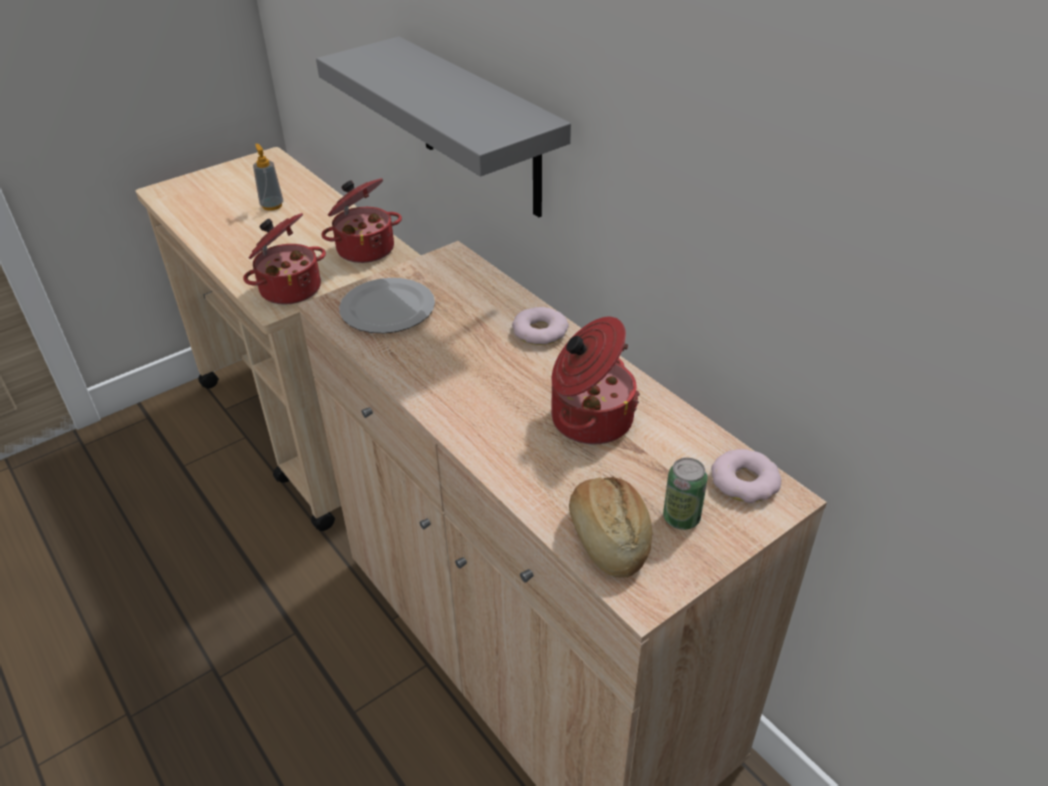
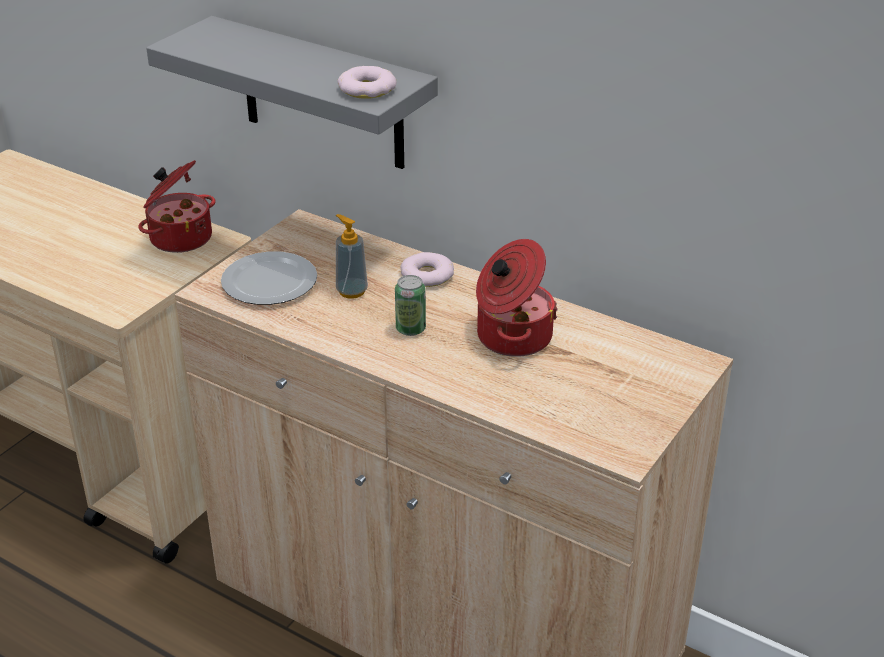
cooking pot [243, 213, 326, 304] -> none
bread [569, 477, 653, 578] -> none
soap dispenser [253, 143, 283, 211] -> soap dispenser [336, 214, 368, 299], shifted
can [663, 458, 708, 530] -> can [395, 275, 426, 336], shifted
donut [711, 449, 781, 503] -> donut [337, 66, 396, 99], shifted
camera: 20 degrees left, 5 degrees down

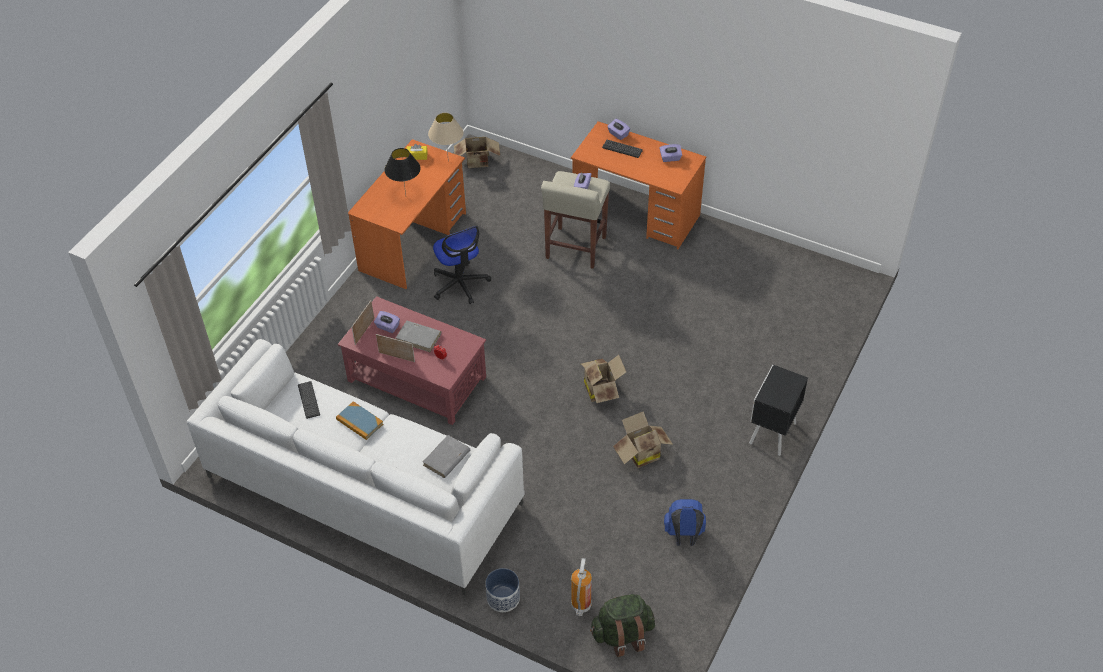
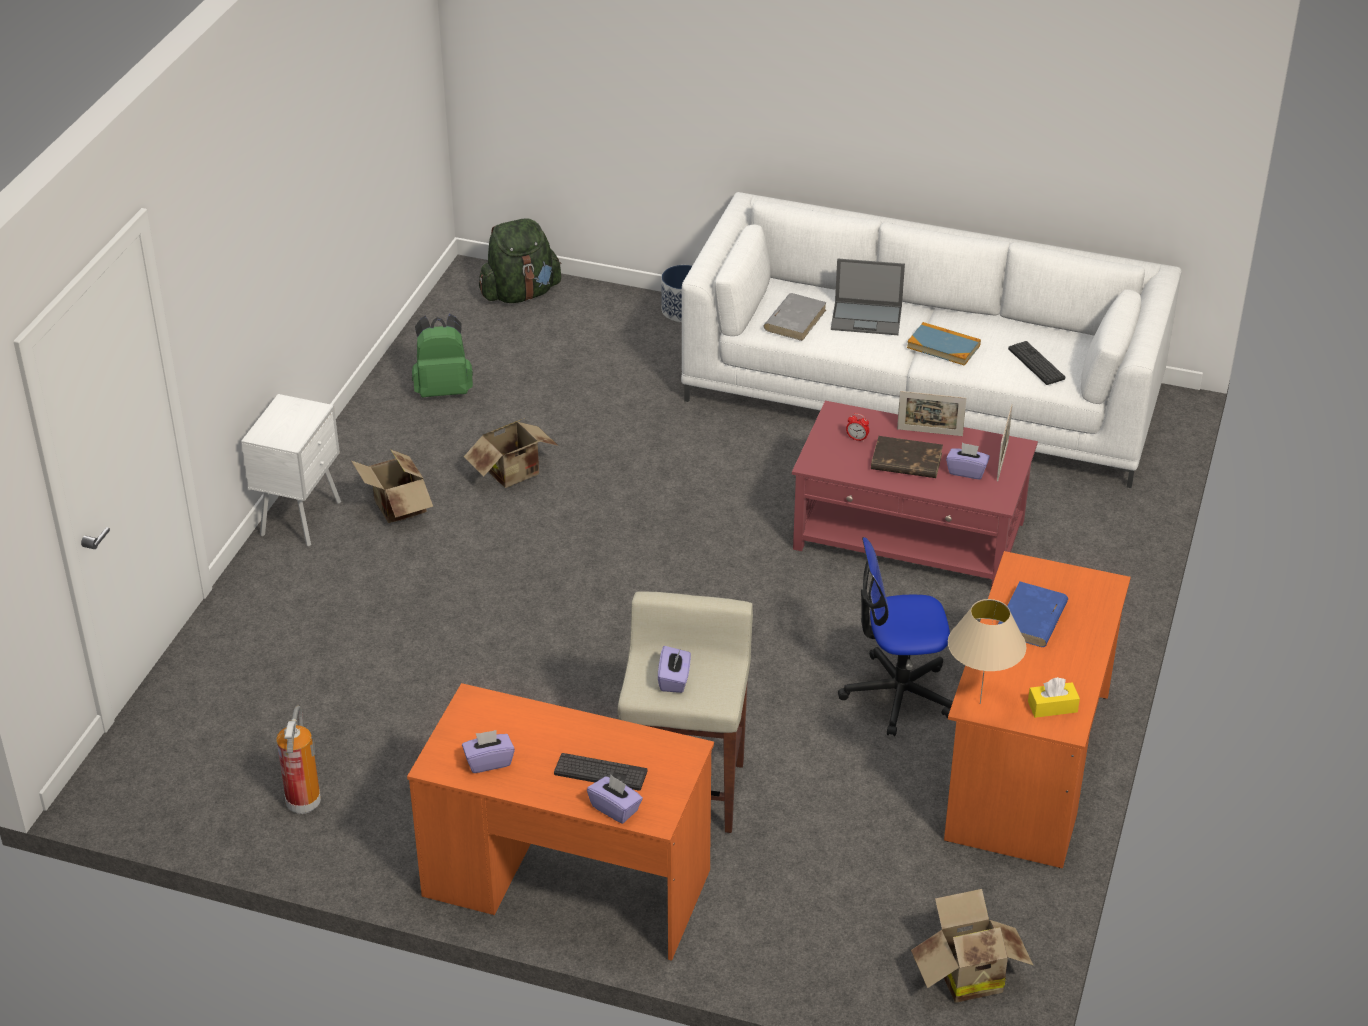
none -> laptop [831, 258, 905, 335]
fire extinguisher [571, 558, 592, 616] -> fire extinguisher [276, 705, 321, 814], shifted
cardboard box [581, 355, 626, 403] -> cardboard box [352, 449, 433, 523], shifted
black table lamp [384, 148, 421, 195] -> blue book [998, 582, 1068, 647]
grey book [396, 321, 441, 352] -> brown book [871, 436, 943, 478]
blue backpack [664, 499, 706, 546] -> green backpack [412, 314, 473, 397]
black nightstand [749, 365, 808, 456] -> white nightstand [241, 394, 341, 547]
office chair [433, 226, 491, 304] -> office chair [838, 537, 953, 736], 60 degrees counterclockwise
camera: 170 degrees right, 10 degrees down

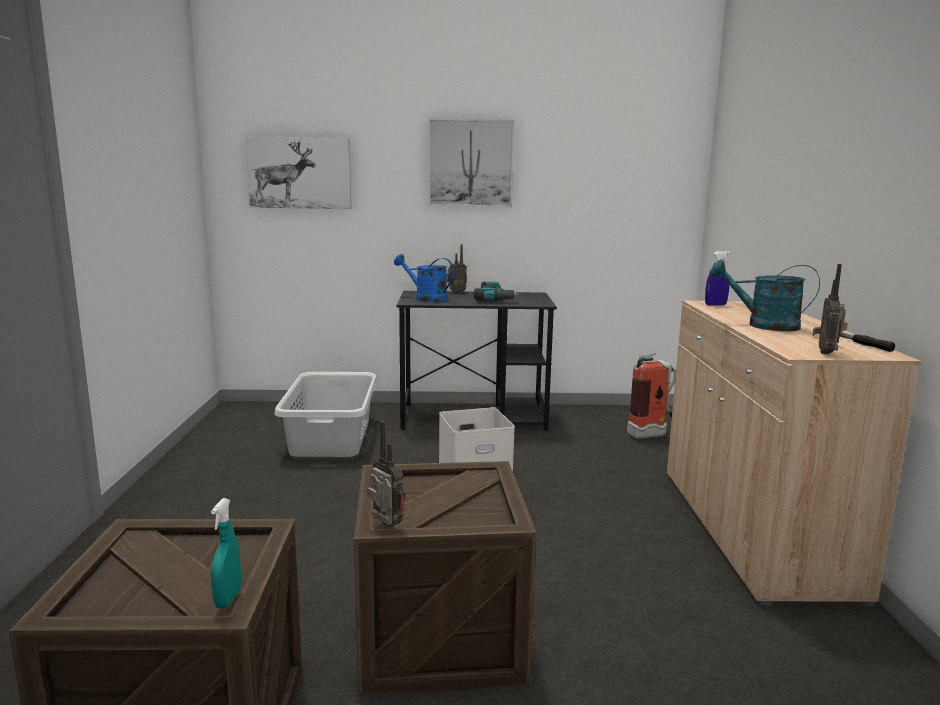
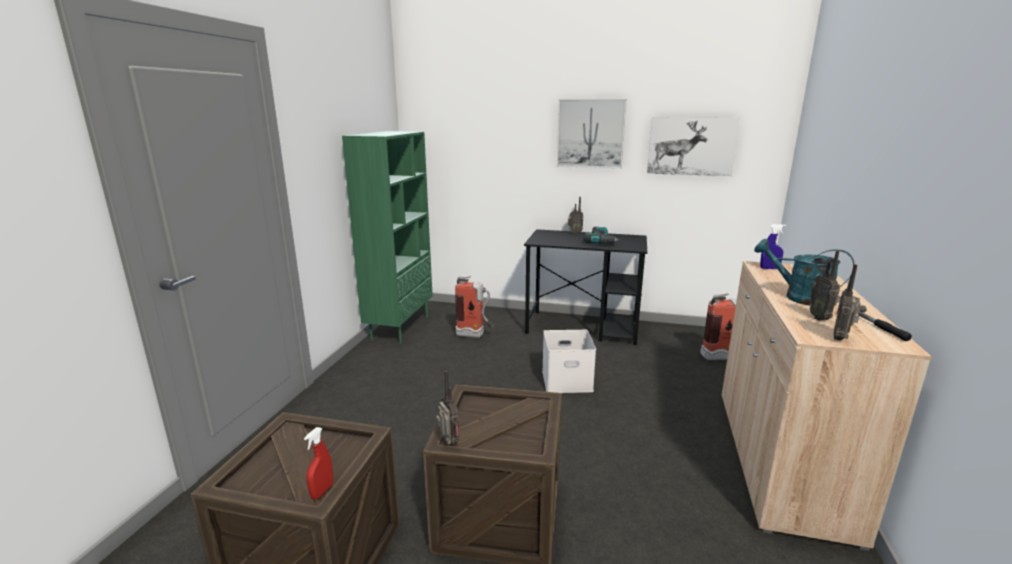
blue watering can [394, 254, 454, 302] -> none
none -> green bookcase [342, 131, 433, 344]
none -> radio [810, 251, 840, 320]
picture [246, 136, 351, 209] -> picture [647, 117, 740, 176], shifted
grey laundry basket [274, 372, 377, 457] -> fire extinguisher [455, 276, 494, 338]
turquoise spray bottle [211, 498, 242, 608] -> red spray bottle [304, 427, 333, 500]
camera: 15 degrees right, 5 degrees up

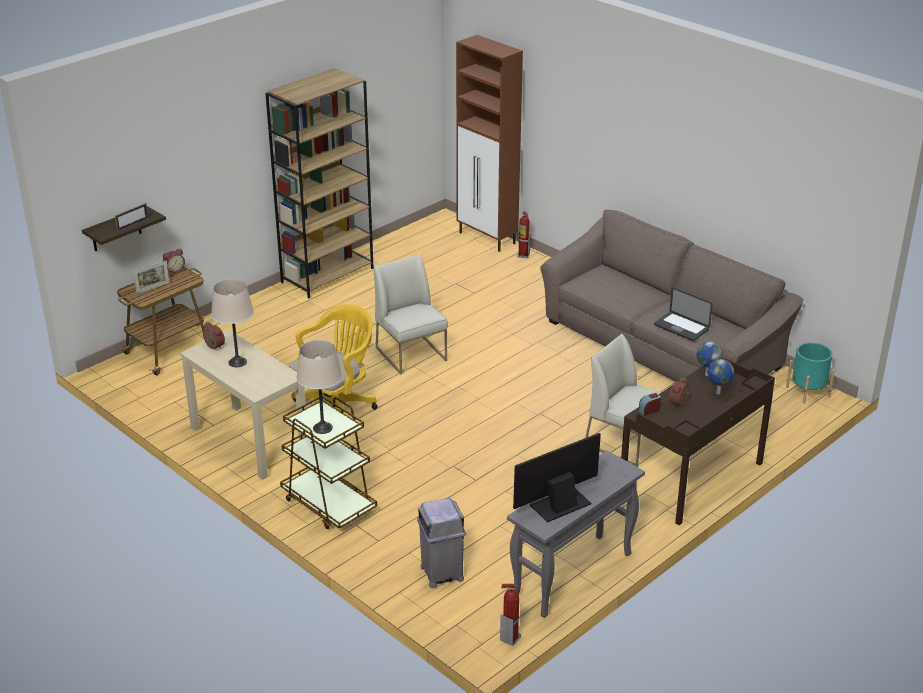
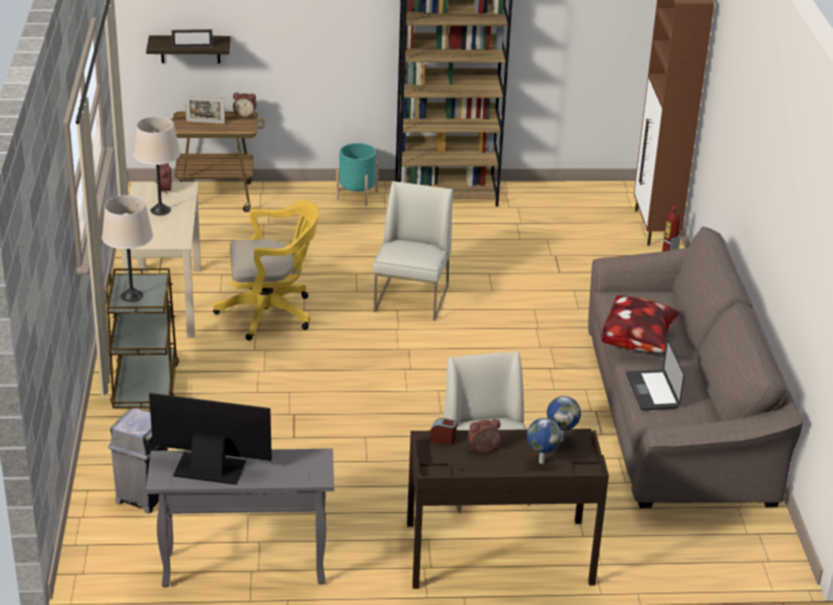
fire extinguisher [500, 583, 521, 646] -> none
none -> pillow [601, 295, 680, 353]
turquoise planter [786, 342, 835, 404] -> turquoise planter [336, 143, 379, 206], shifted
camera: 40 degrees right, 0 degrees up

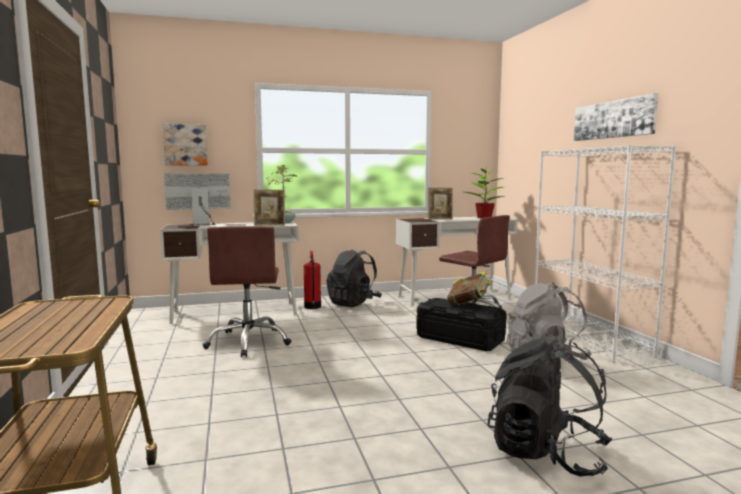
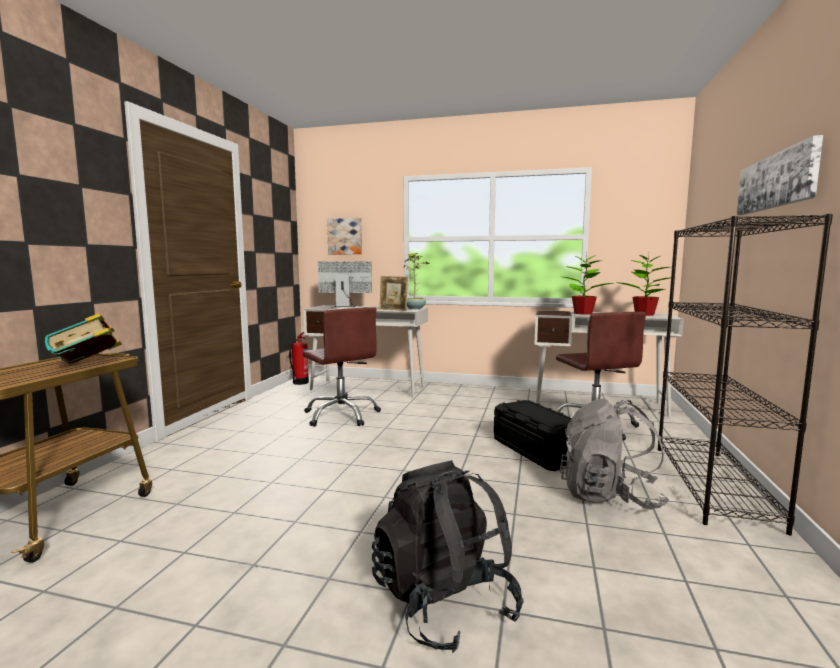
black backpack [326, 249, 382, 307] -> none
fire extinguisher [304, 251, 321, 309] -> fire extinguisher [289, 332, 309, 385], shifted
book [447, 271, 492, 306] -> book [45, 313, 122, 364], shifted
picture frame [428, 187, 453, 220] -> potted plant [564, 252, 613, 314]
white bookcase [534, 145, 676, 363] -> black bookcase [658, 214, 833, 536]
brown office chair [203, 226, 291, 357] -> brown office chair [303, 307, 381, 427], 60 degrees counterclockwise
camera: 30 degrees right, 0 degrees up

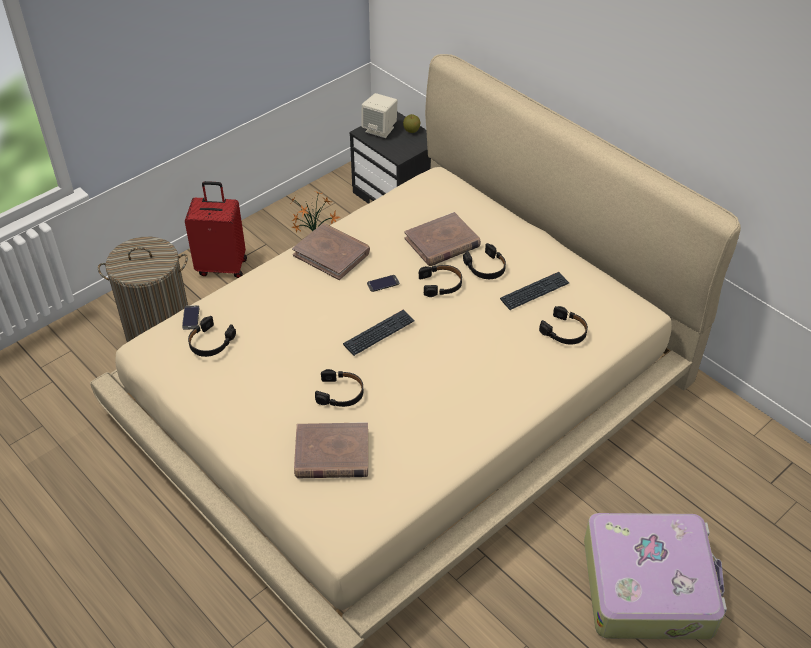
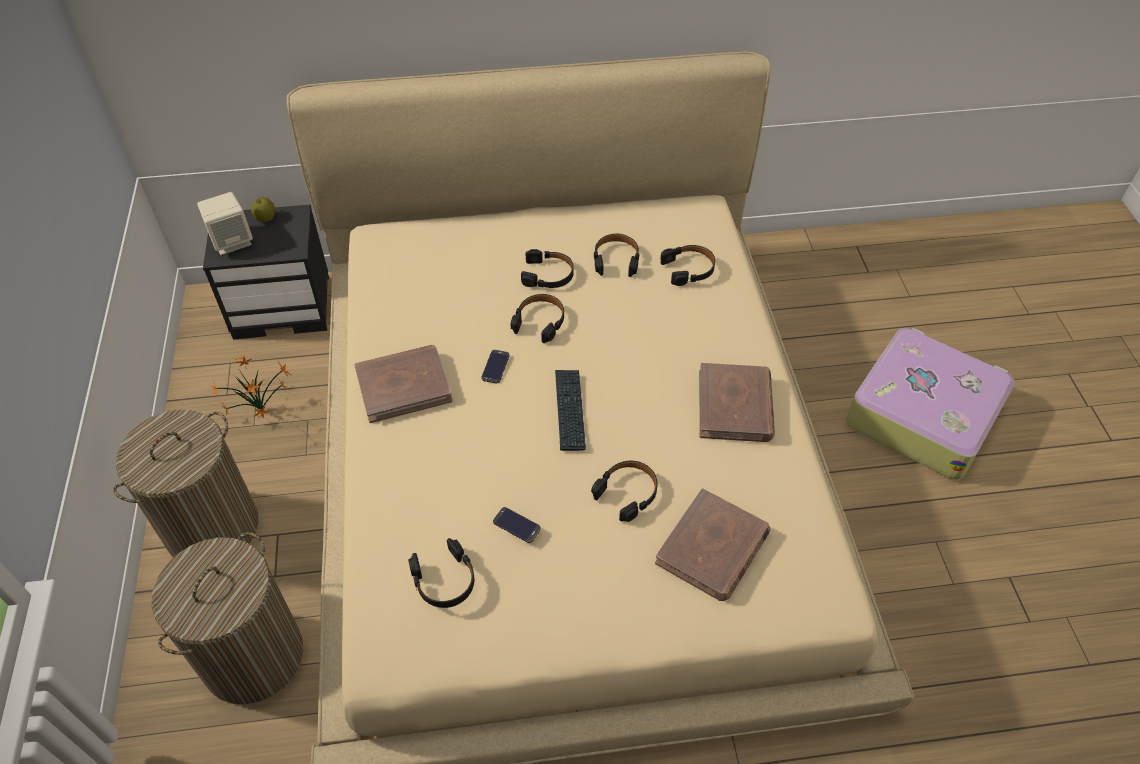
phone [182, 305, 199, 330] -> phone [493, 507, 541, 543], shifted
brown book [405, 212, 481, 266] -> brown book [699, 363, 775, 442], shifted
red suitcase [185, 181, 247, 278] -> laundry basket [113, 410, 259, 558]
keyboard [500, 272, 569, 310] -> black headphones [594, 234, 640, 277]
camera: 55 degrees left, 5 degrees up

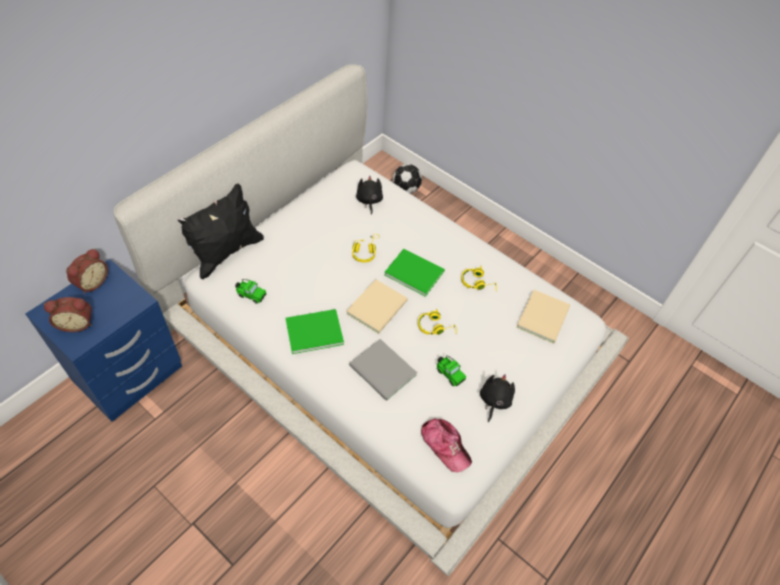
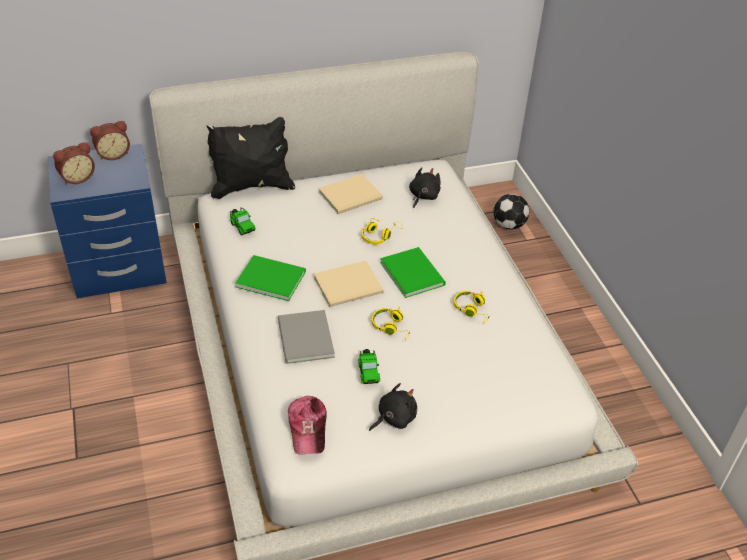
beige book [516, 290, 570, 343] -> beige book [318, 174, 383, 214], shifted
alarm clock [44, 297, 92, 332] -> alarm clock [53, 142, 95, 185], 60 degrees counterclockwise
camera: 35 degrees right, 10 degrees down

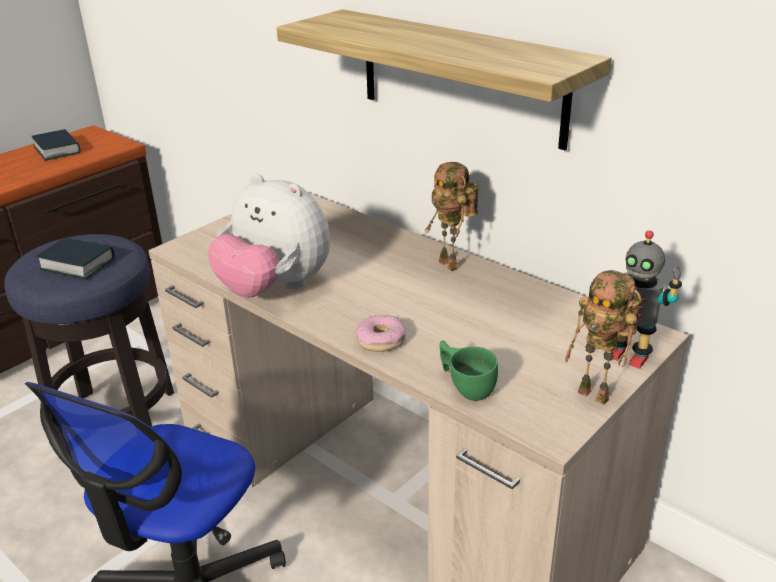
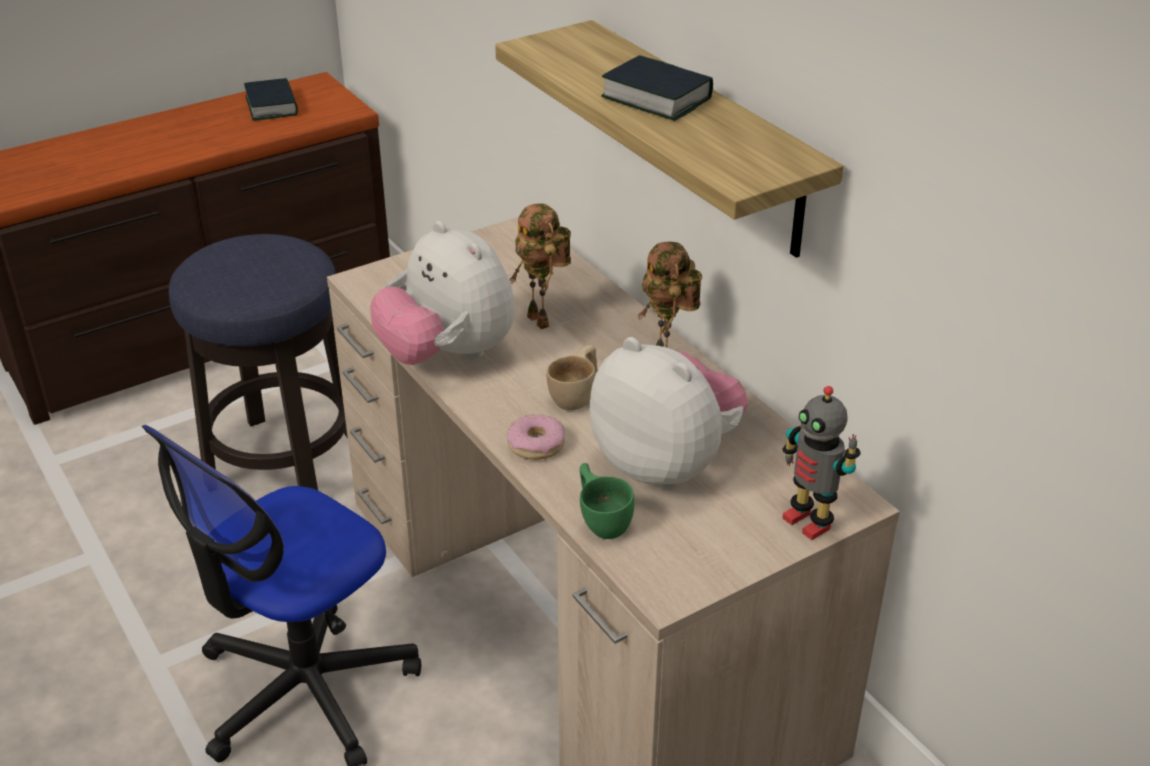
none -> beige cup [547, 345, 598, 410]
none -> plush toy [590, 337, 748, 490]
book [36, 237, 115, 279] -> book [601, 55, 713, 121], shifted
toy robot [565, 270, 642, 404] -> toy robot [510, 203, 571, 329], shifted
camera: 15 degrees right, 5 degrees up

